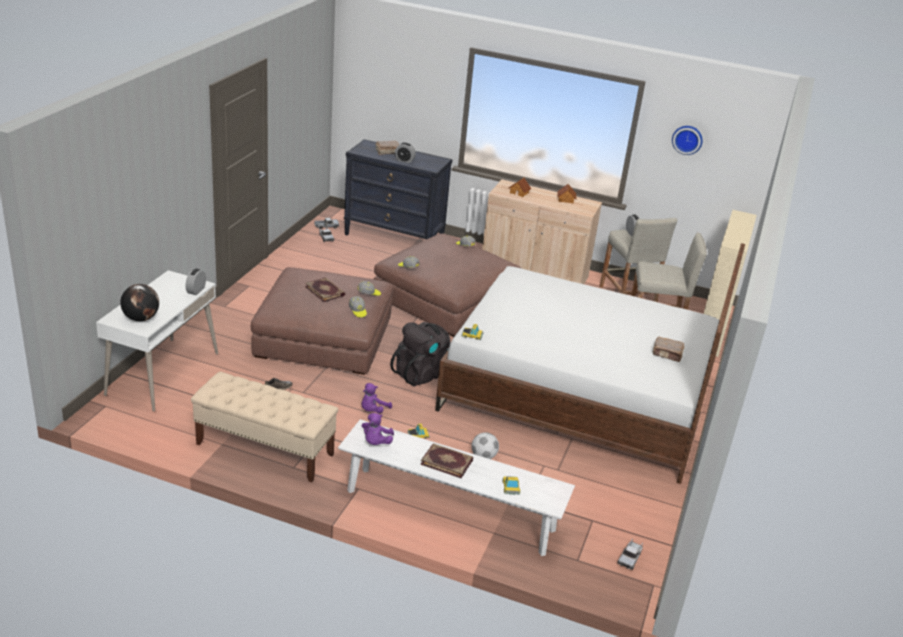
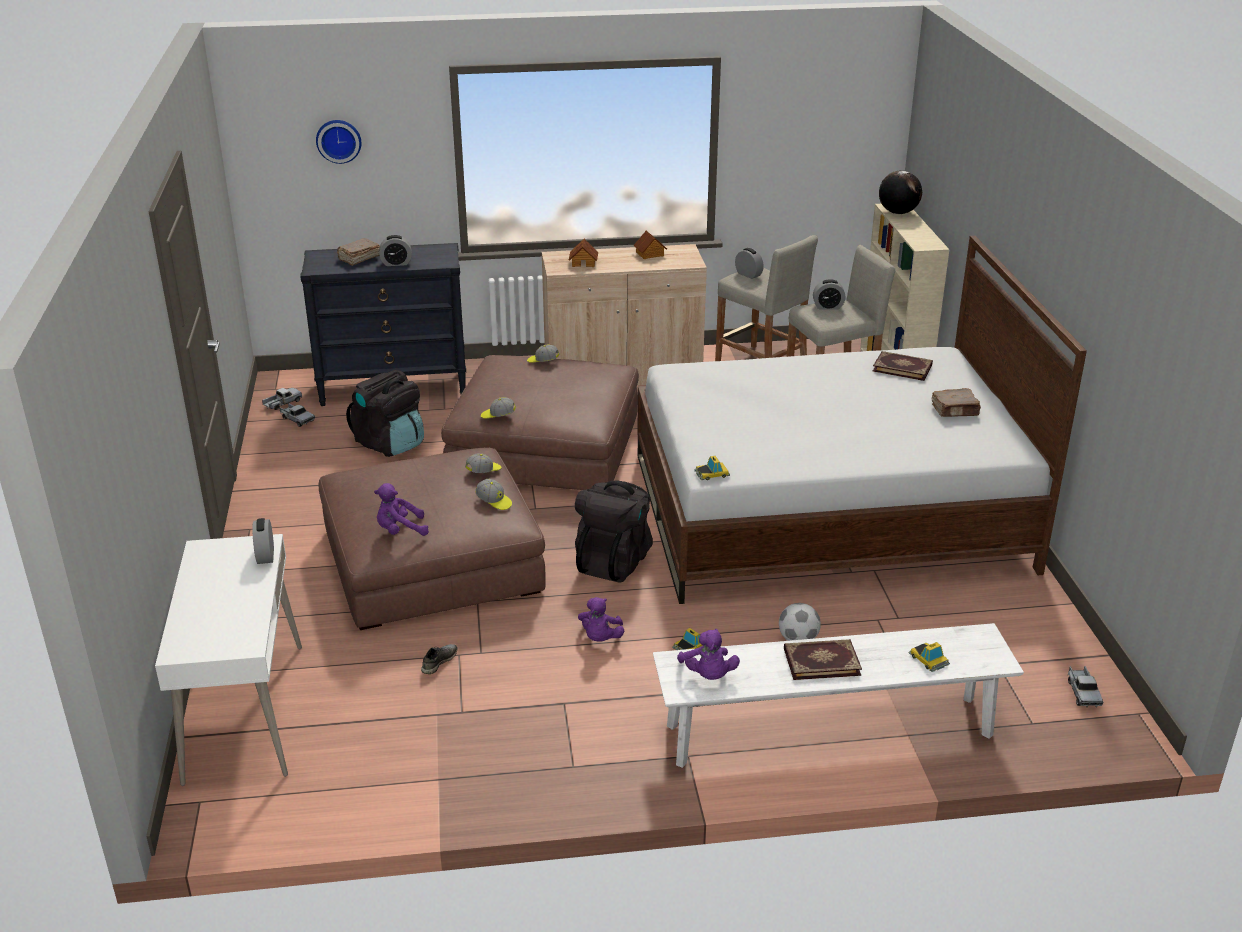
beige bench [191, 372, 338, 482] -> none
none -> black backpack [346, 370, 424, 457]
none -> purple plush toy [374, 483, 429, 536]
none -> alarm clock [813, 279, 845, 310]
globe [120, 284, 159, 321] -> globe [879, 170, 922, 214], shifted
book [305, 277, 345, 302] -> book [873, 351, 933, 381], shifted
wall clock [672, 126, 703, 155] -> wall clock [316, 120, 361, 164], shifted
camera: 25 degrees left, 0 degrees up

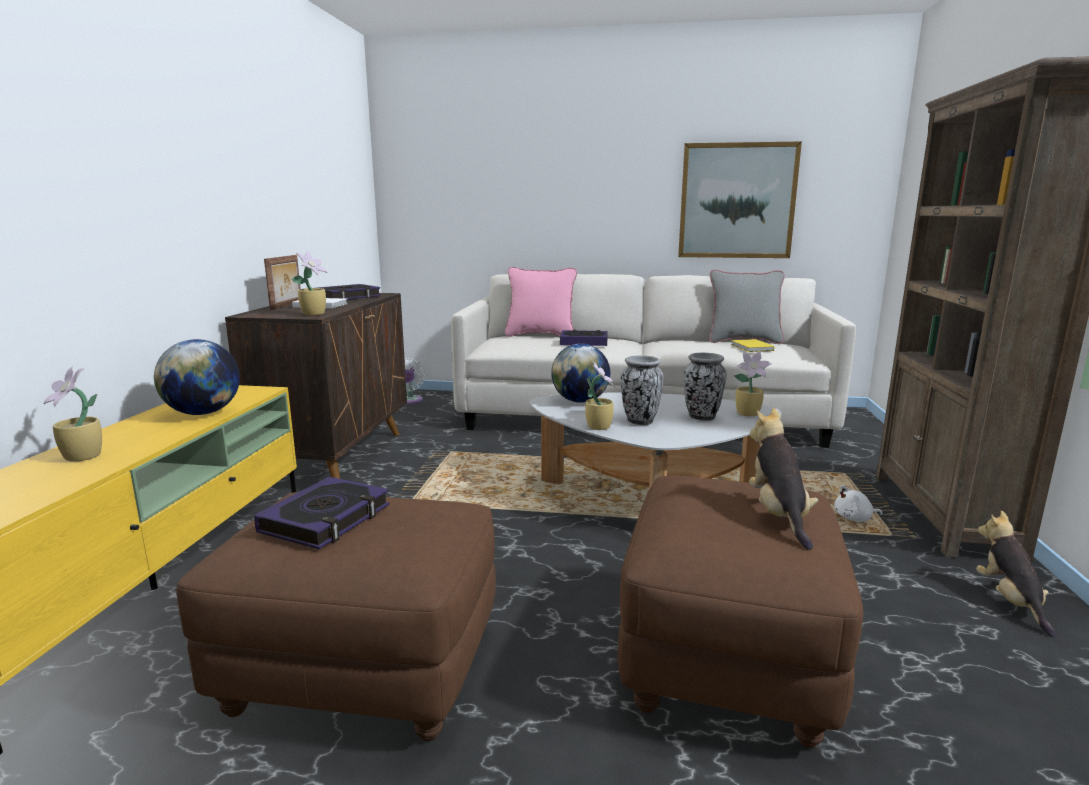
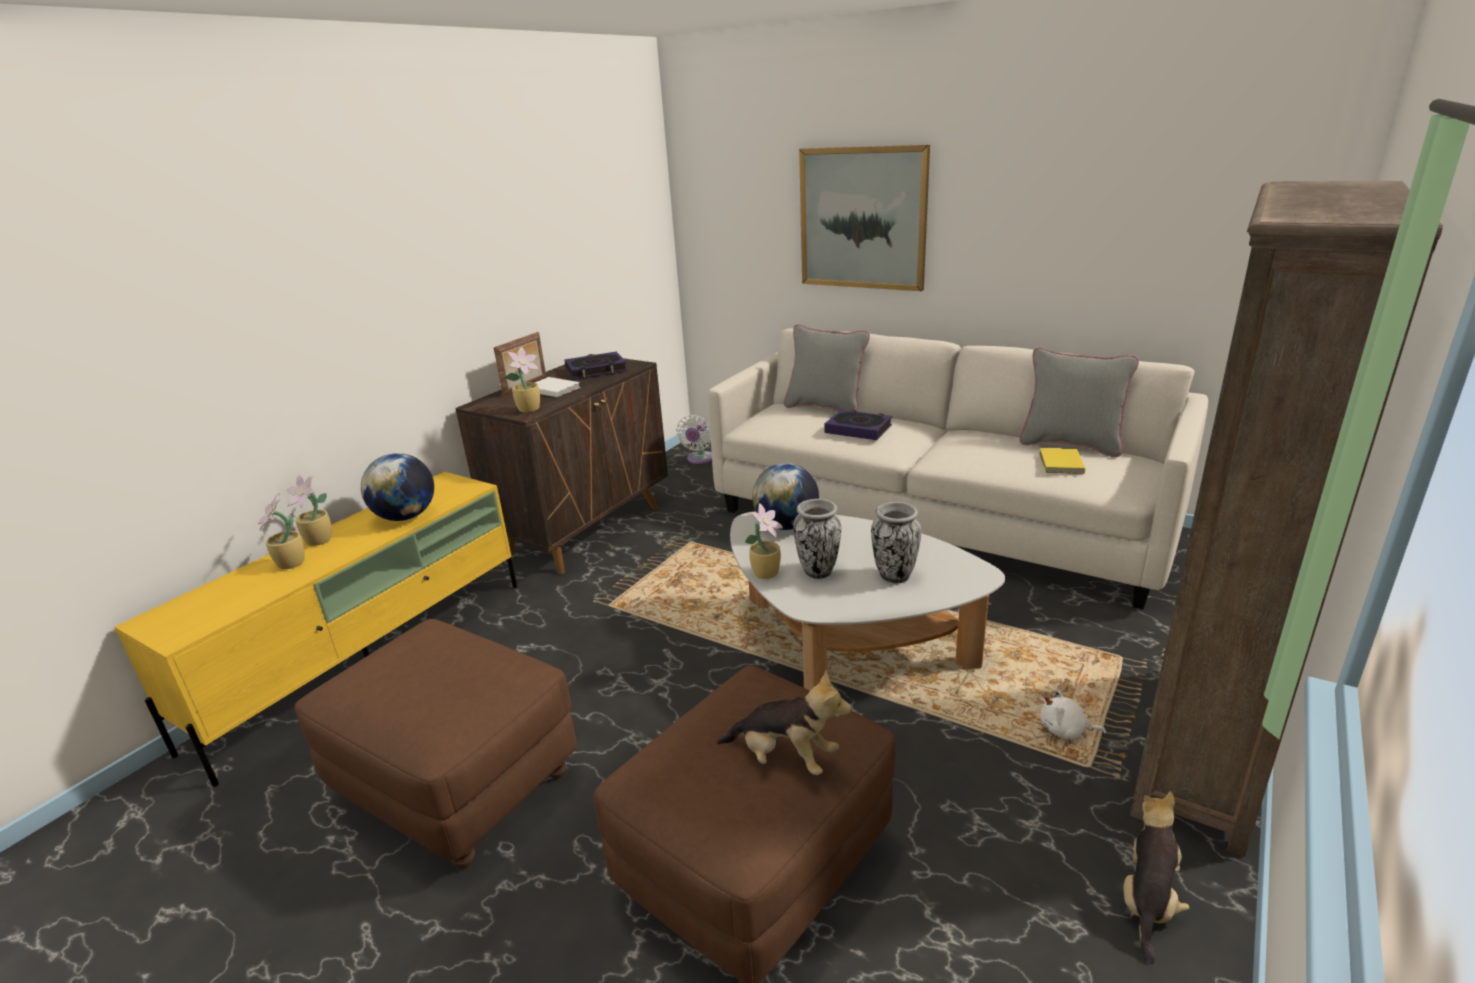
book [254, 477, 389, 549] -> none
picture [678, 141, 802, 258] -> picture [799, 145, 930, 291], shifted
potted plant [734, 352, 771, 416] -> potted plant [287, 474, 332, 546], shifted
pink pillow [505, 267, 577, 337] -> grey pillow [784, 324, 870, 412]
plush toy [749, 408, 818, 550] -> plush toy [717, 670, 852, 775], 90 degrees clockwise
camera: 25 degrees right, 10 degrees up

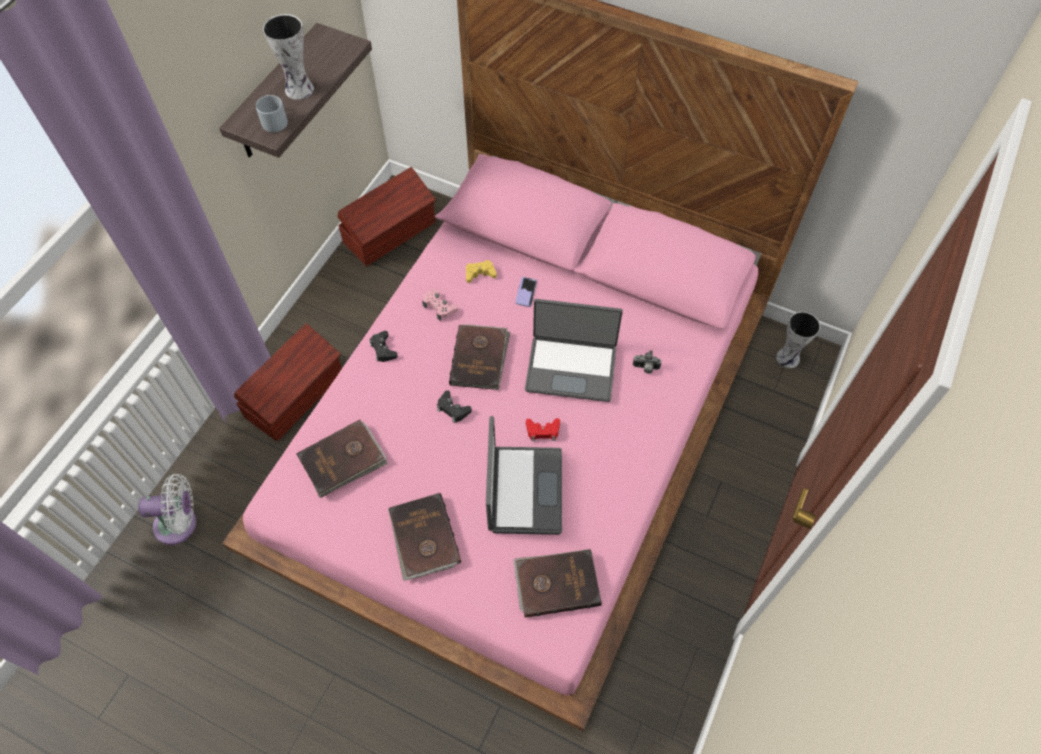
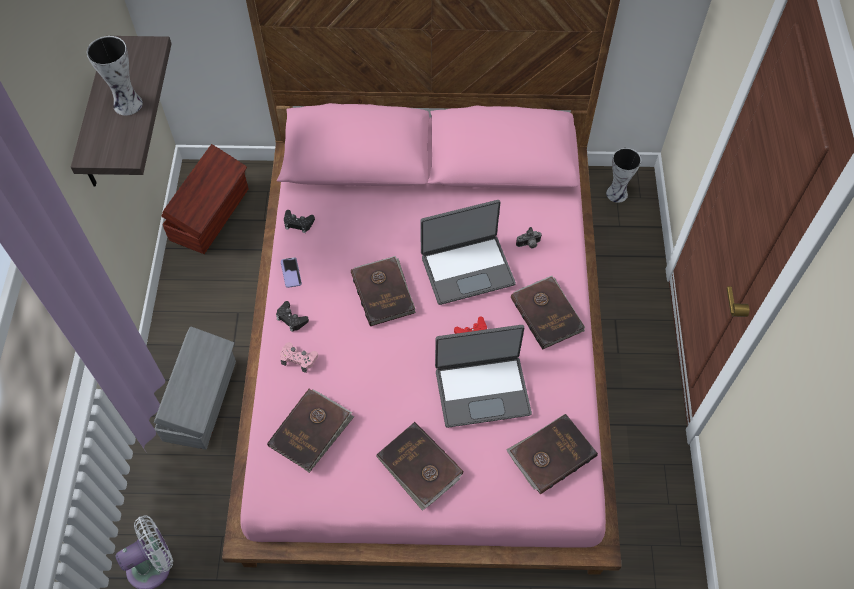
grey mug [256, 95, 288, 133] -> none
yellow game controller [466, 260, 497, 283] -> none
none -> brown book [511, 276, 585, 350]
pink game controller [422, 289, 458, 321] -> pink game controller [280, 342, 318, 373], shifted
black game controller [437, 390, 472, 423] -> black game controller [284, 210, 315, 233], shifted
phone [515, 277, 537, 307] -> phone [281, 257, 302, 288], shifted
brown storage box [234, 323, 342, 441] -> grey storage box [154, 326, 236, 449]
laptop [486, 416, 562, 535] -> laptop [435, 325, 532, 428], 105 degrees clockwise
camera: 25 degrees left, 0 degrees up

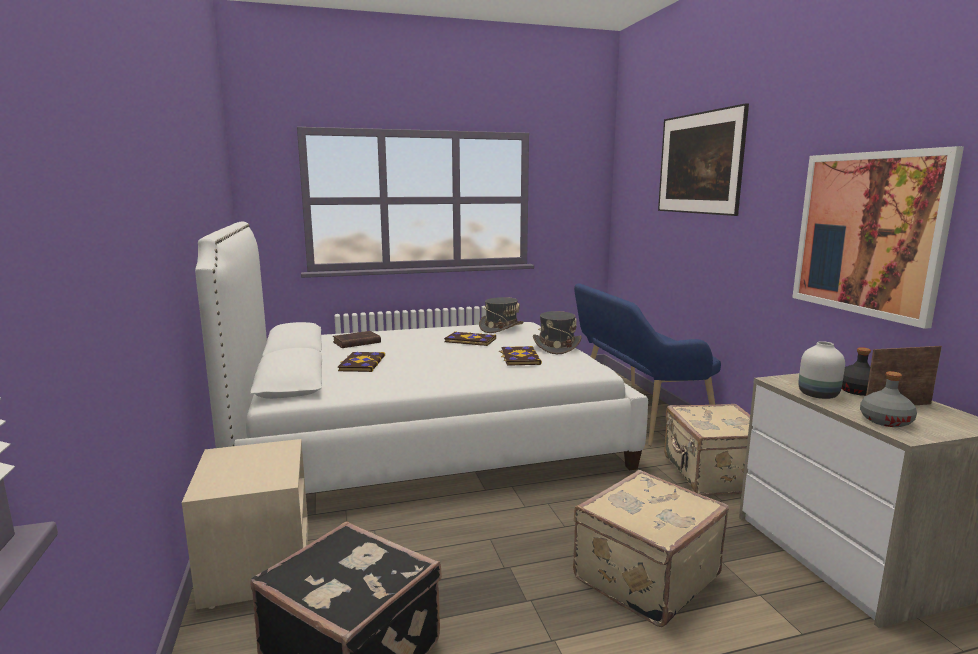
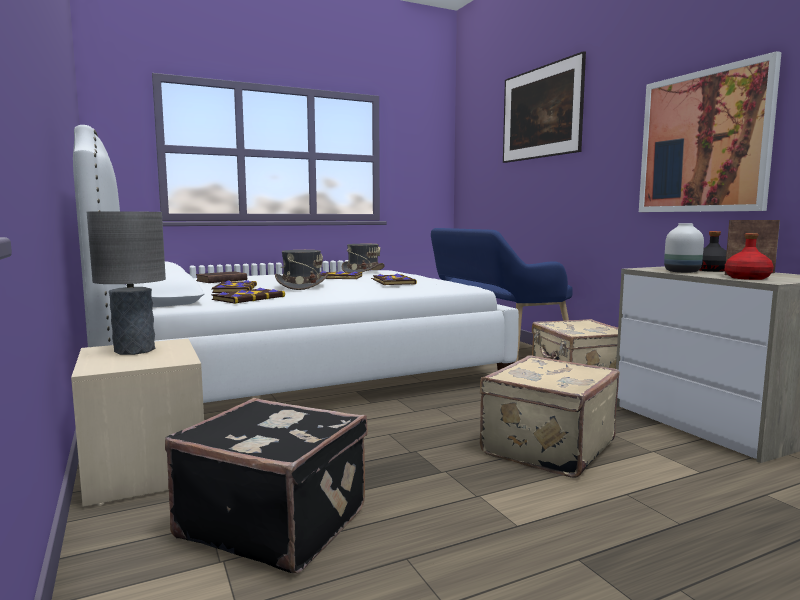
none -> grey table lamp [87, 211, 166, 355]
none -> book [211, 288, 285, 304]
grey hat [533, 311, 582, 354] -> grey hat [275, 250, 329, 290], shifted
grey bottle [860, 371, 917, 427] -> red bottle [725, 233, 774, 280]
camera: 10 degrees left, 5 degrees down

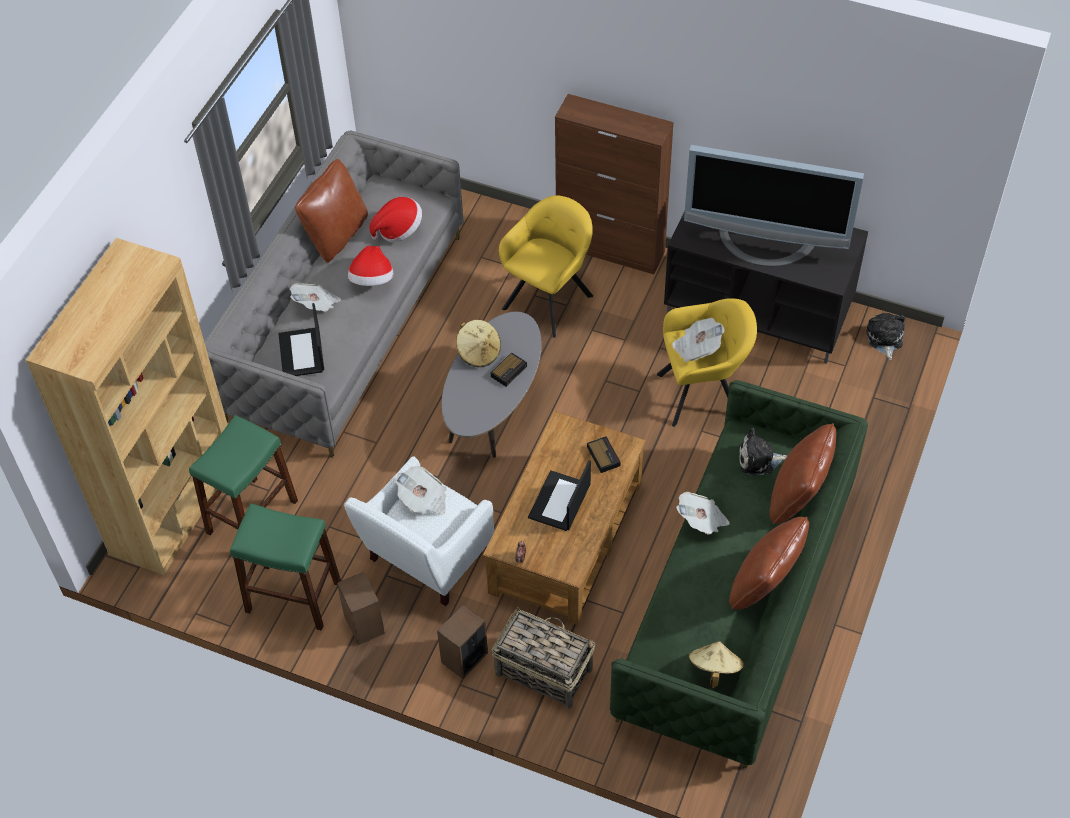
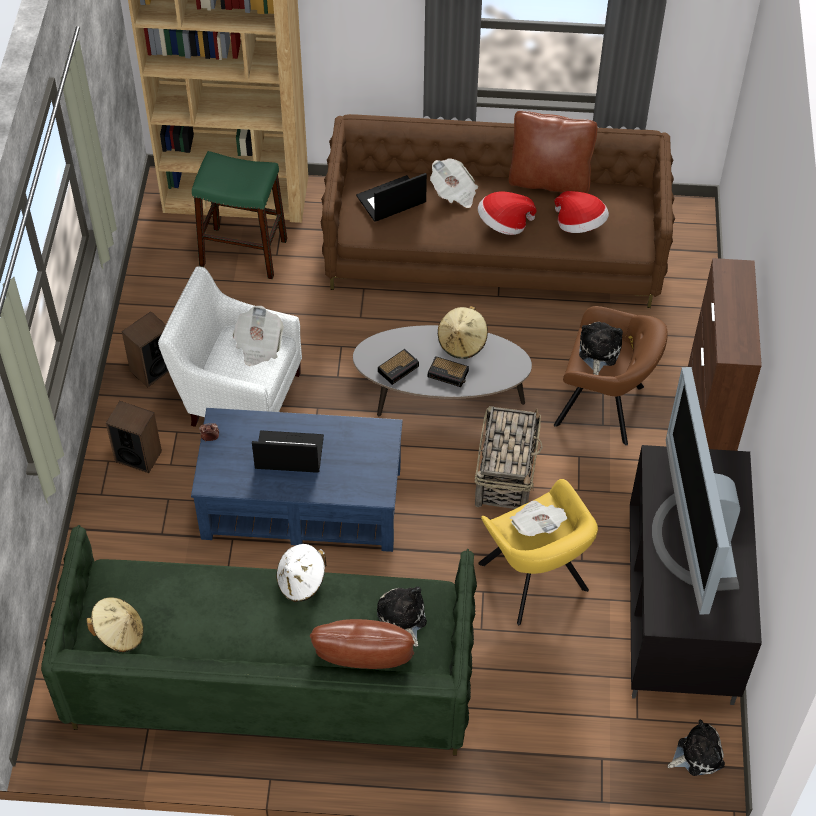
green stool [230, 503, 341, 631] -> none
brown pillow [729, 517, 809, 610] -> none
none -> plush toy [579, 322, 623, 375]
basket [492, 607, 595, 709] -> basket [475, 406, 543, 509], shifted
alarm clock [587, 436, 620, 473] -> alarm clock [378, 349, 419, 385], shifted
newspaper [676, 492, 730, 535] -> white hat [276, 544, 326, 602]
grey sofa [204, 131, 464, 458] -> brown sofa [321, 114, 675, 308]
brown coffee table [483, 411, 646, 625] -> blue coffee table [191, 408, 403, 552]
yellow armchair [499, 195, 593, 338] -> brown armchair [554, 306, 668, 445]
camera: 70 degrees right, 0 degrees up

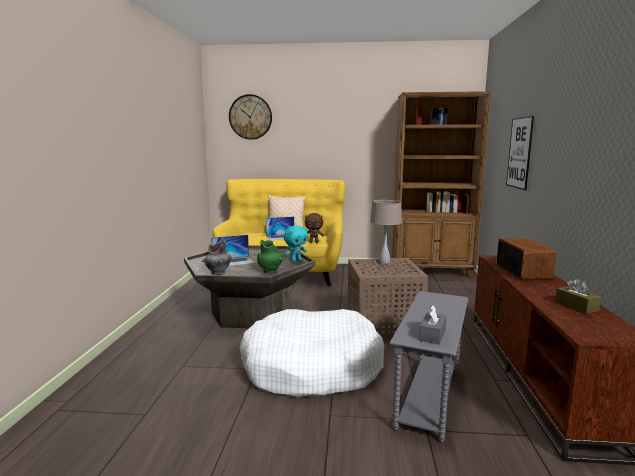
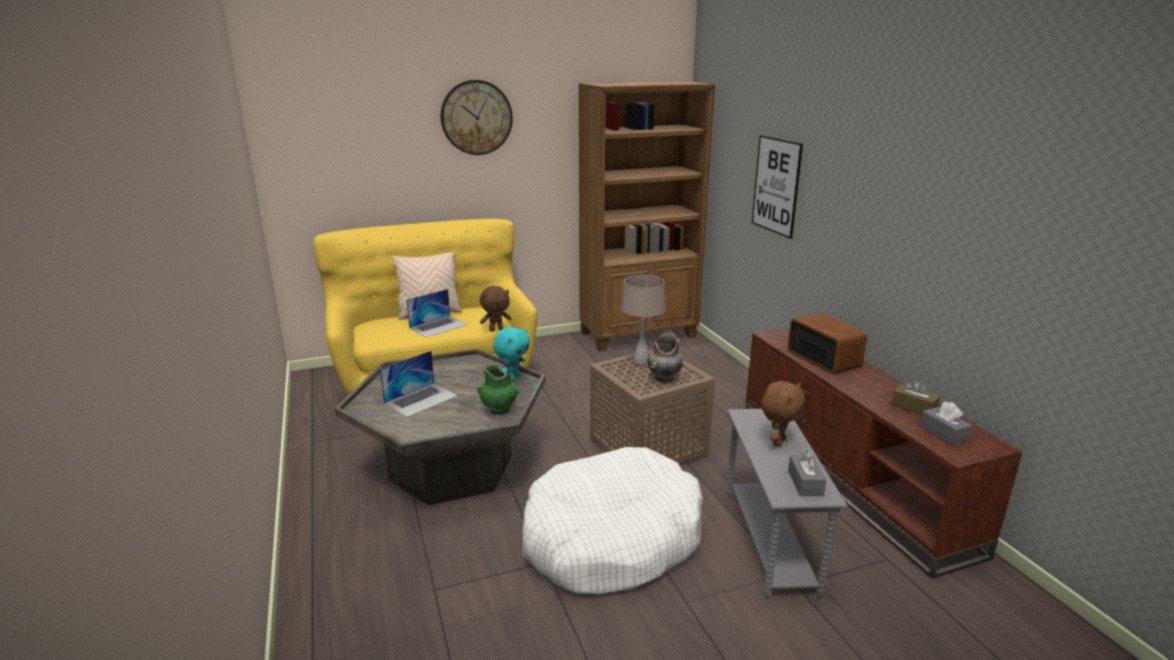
none -> brown plush toy [761, 381, 805, 447]
none -> grey tissue box [920, 402, 972, 446]
grey vase [202, 240, 232, 275] -> grey vase [648, 332, 683, 383], shifted
wall clock [229, 94, 272, 140] -> wall clock [441, 80, 513, 155], shifted
camera: 25 degrees left, 10 degrees up

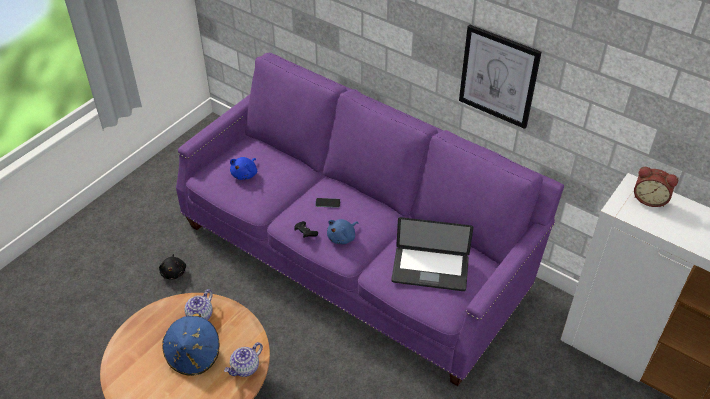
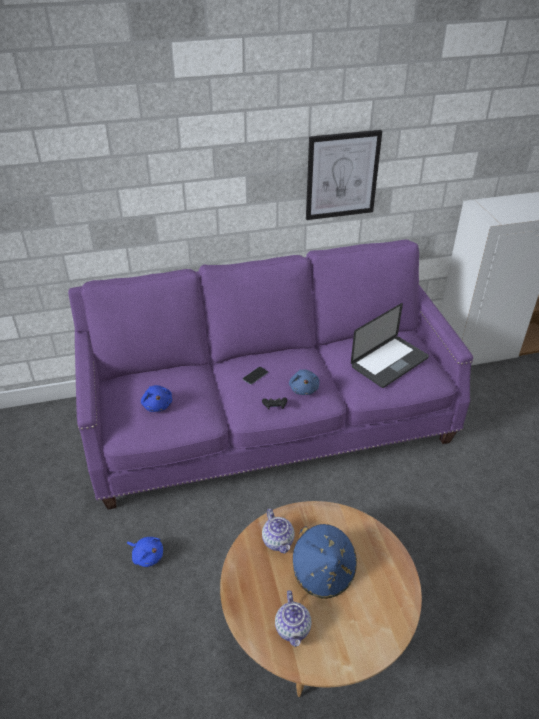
alarm clock [634, 167, 678, 207] -> none
teapot [224, 342, 263, 377] -> teapot [275, 590, 311, 647], shifted
black plush toy [159, 254, 186, 279] -> blue plush toy [127, 537, 163, 567]
camera: 50 degrees left, 5 degrees down

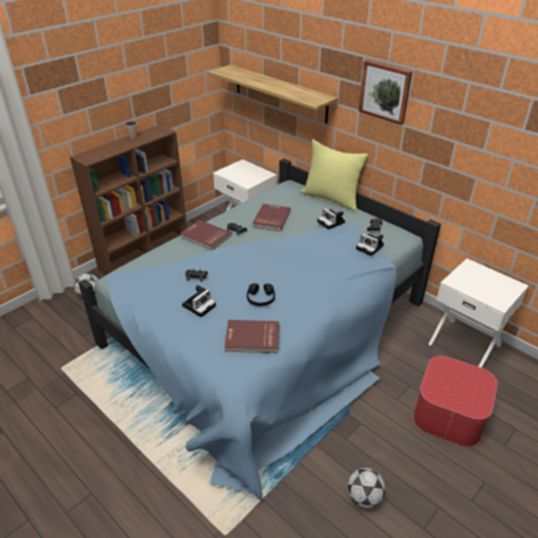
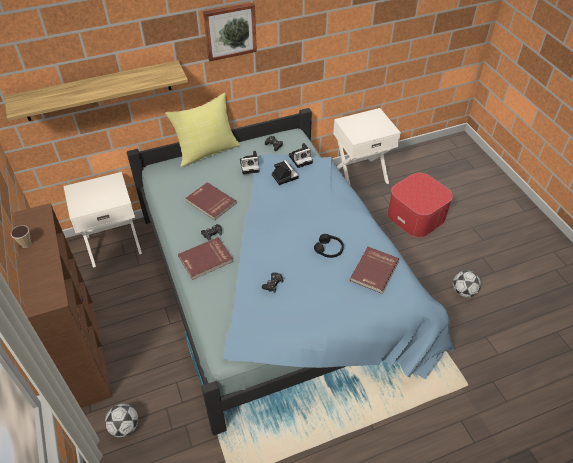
photo camera [182, 285, 216, 317] -> photo camera [272, 160, 299, 185], shifted
camera: 65 degrees left, 10 degrees up

